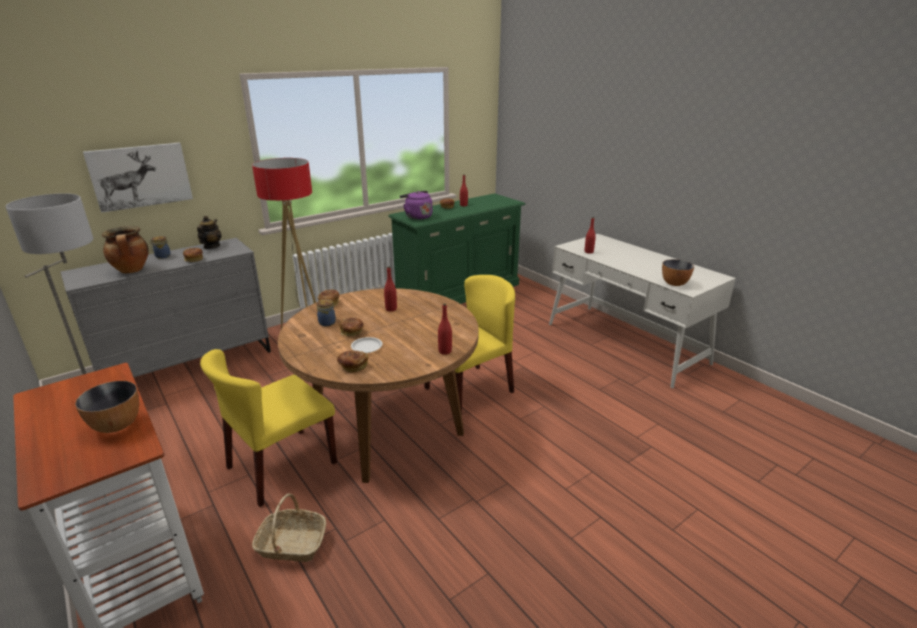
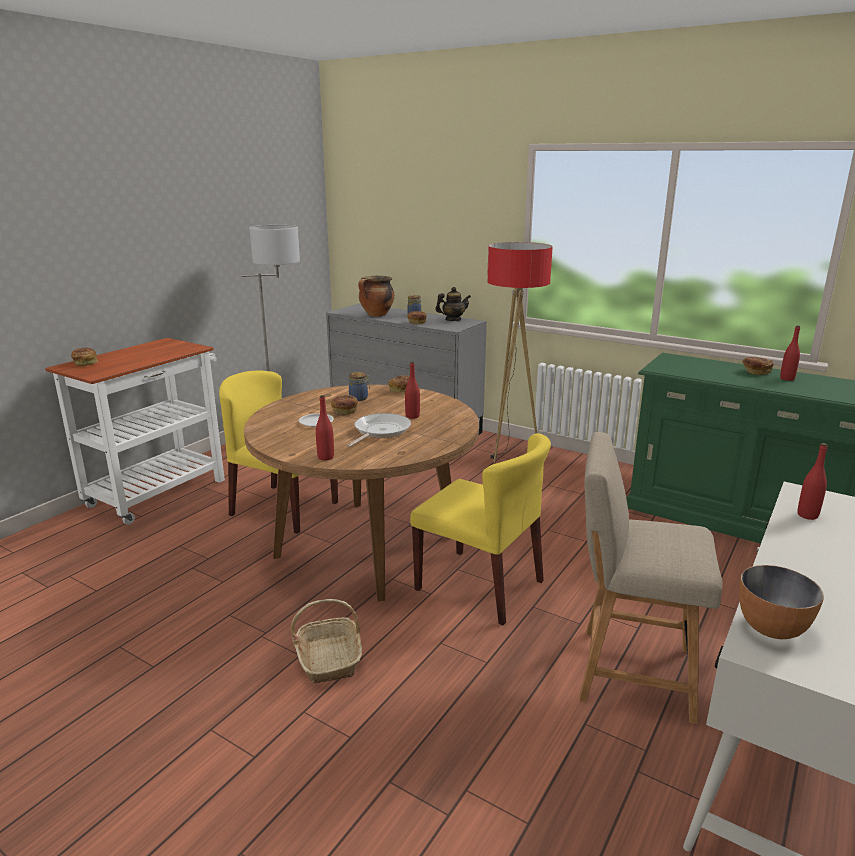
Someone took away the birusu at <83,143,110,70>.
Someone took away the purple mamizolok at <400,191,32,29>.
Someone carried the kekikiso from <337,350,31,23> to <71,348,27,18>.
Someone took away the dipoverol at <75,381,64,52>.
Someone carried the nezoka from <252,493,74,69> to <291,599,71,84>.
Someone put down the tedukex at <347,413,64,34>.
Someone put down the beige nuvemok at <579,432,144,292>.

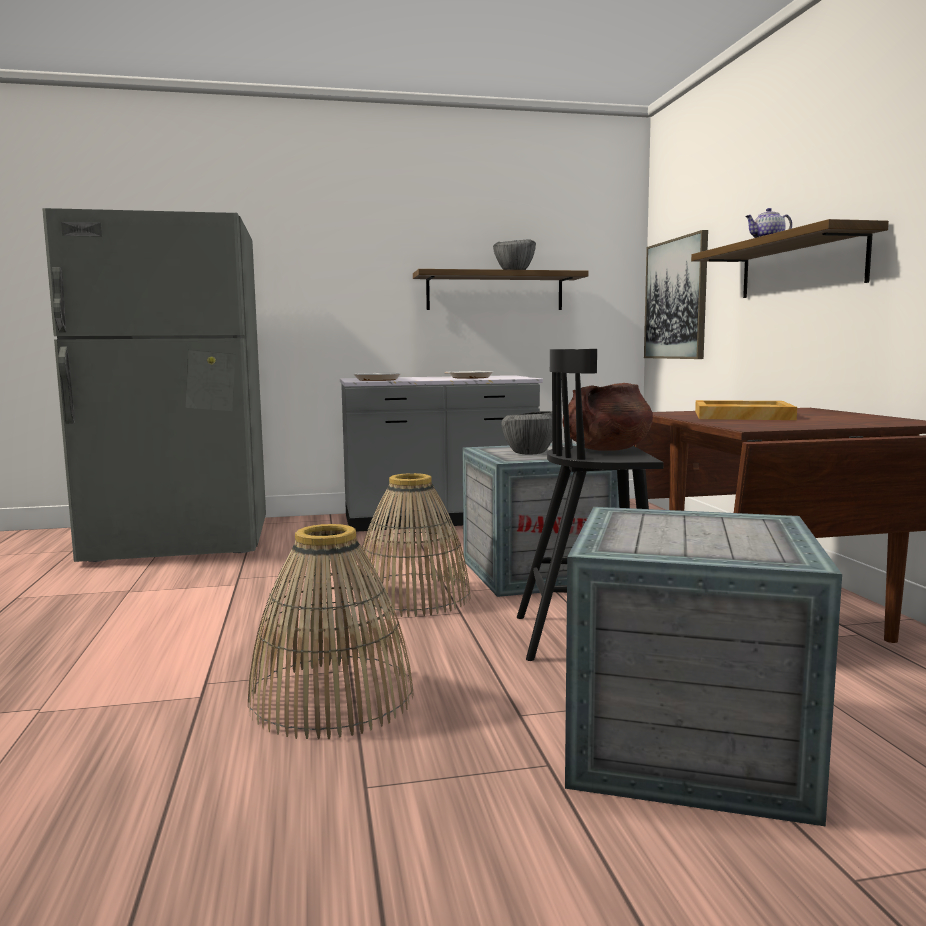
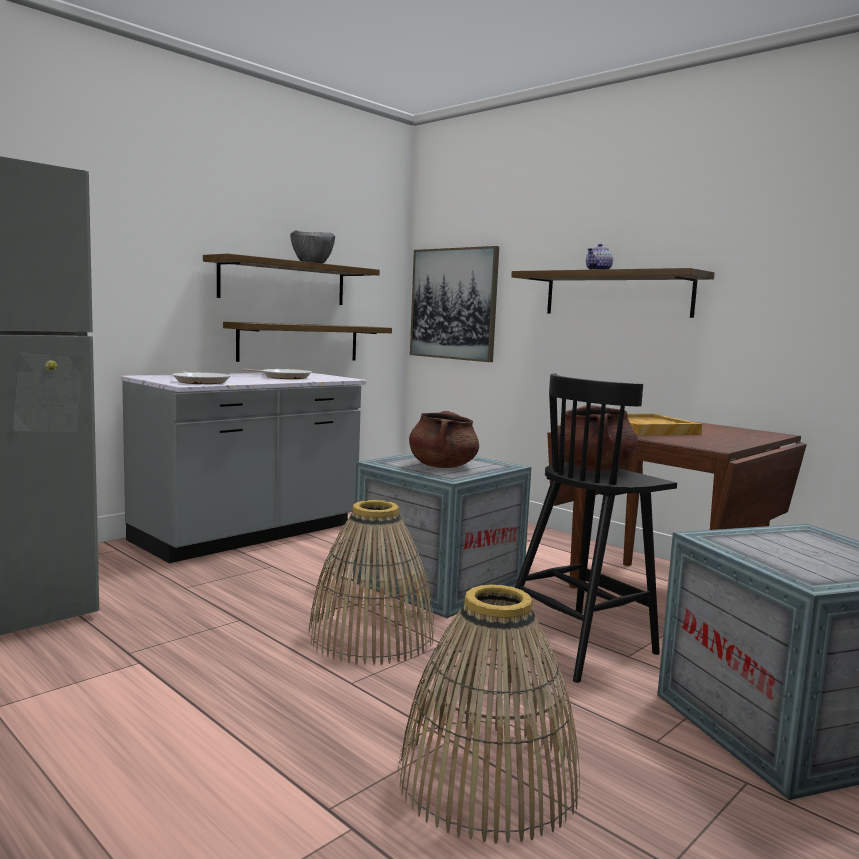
Someone swapped the dipoverol at <502,411,50,43> for the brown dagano at <409,411,70,57>.
Someone put up the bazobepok at <223,322,169,40>.

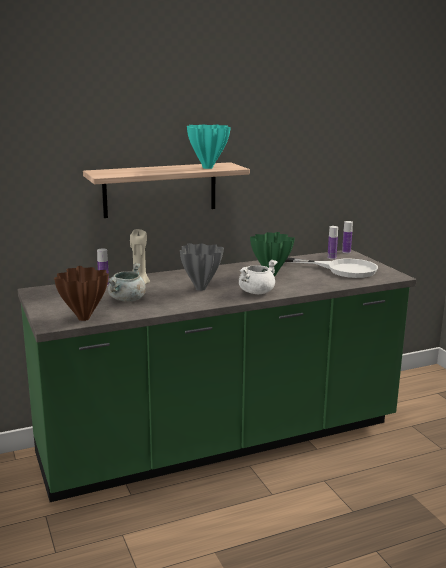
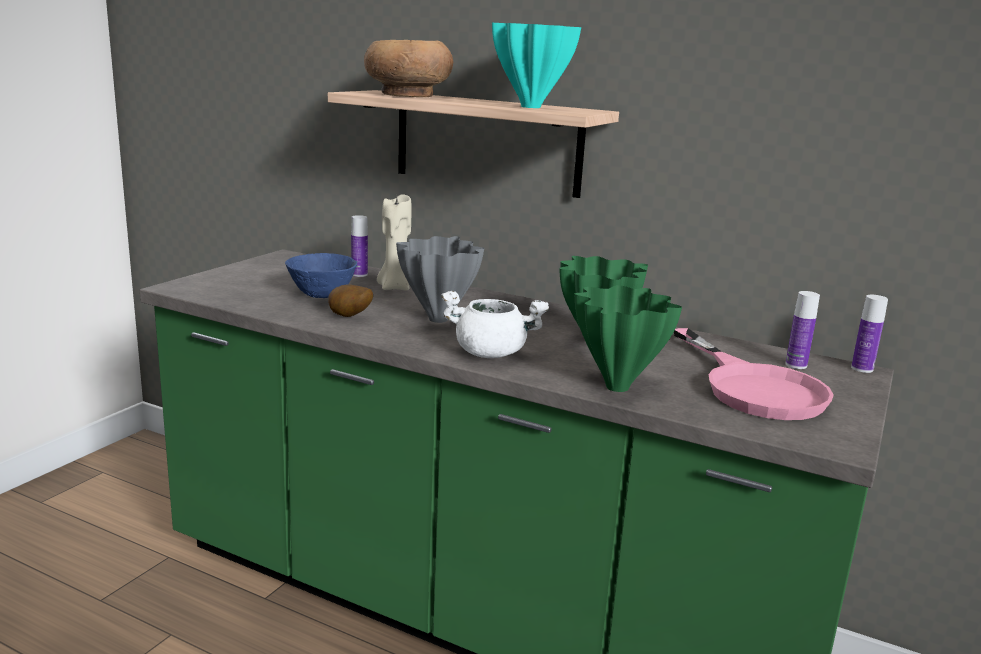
Someone repainted the white tedukex at <285,257,93,21>, which became the pink tedukex at <674,328,160,92>.
Someone swapped the grey dagano at <108,263,38,39> for the blue dipoverol at <285,253,72,45>.
Someone took away the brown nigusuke at <54,266,55,55>.
Someone put down the brown dipoverol at <364,40,89,57>.
Someone put down the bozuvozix at <328,284,45,33>.
Someone put down the green nigusuke at <575,285,107,107>.

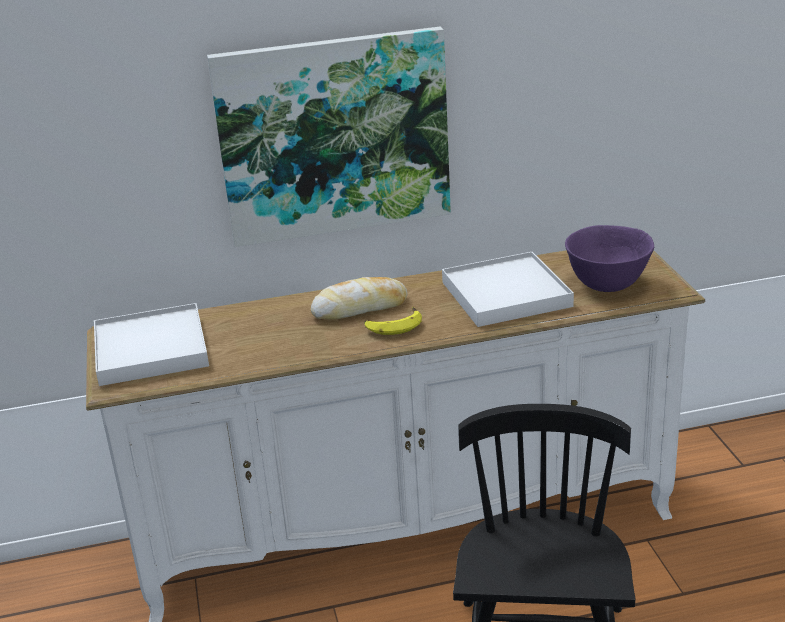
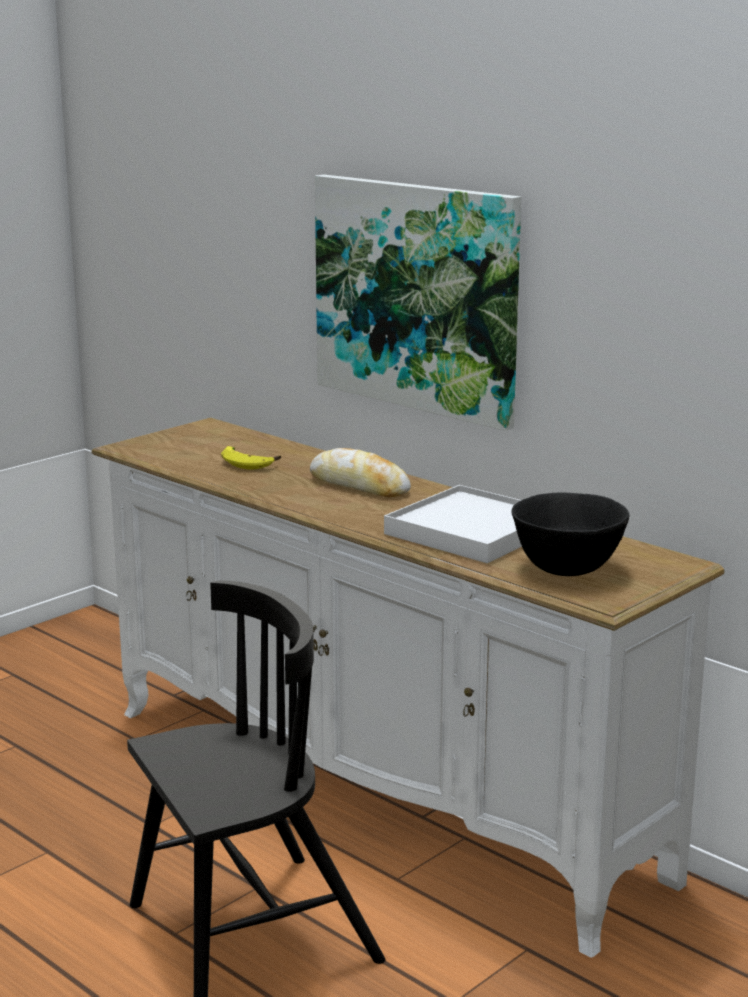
Someone repainted the purple dipoverol at <565,225,89,67>, which became the black dipoverol at <512,493,118,83>.
Someone took away the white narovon at <94,303,115,83>.
Someone carried the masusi from <365,307,57,28> to <221,446,60,24>.

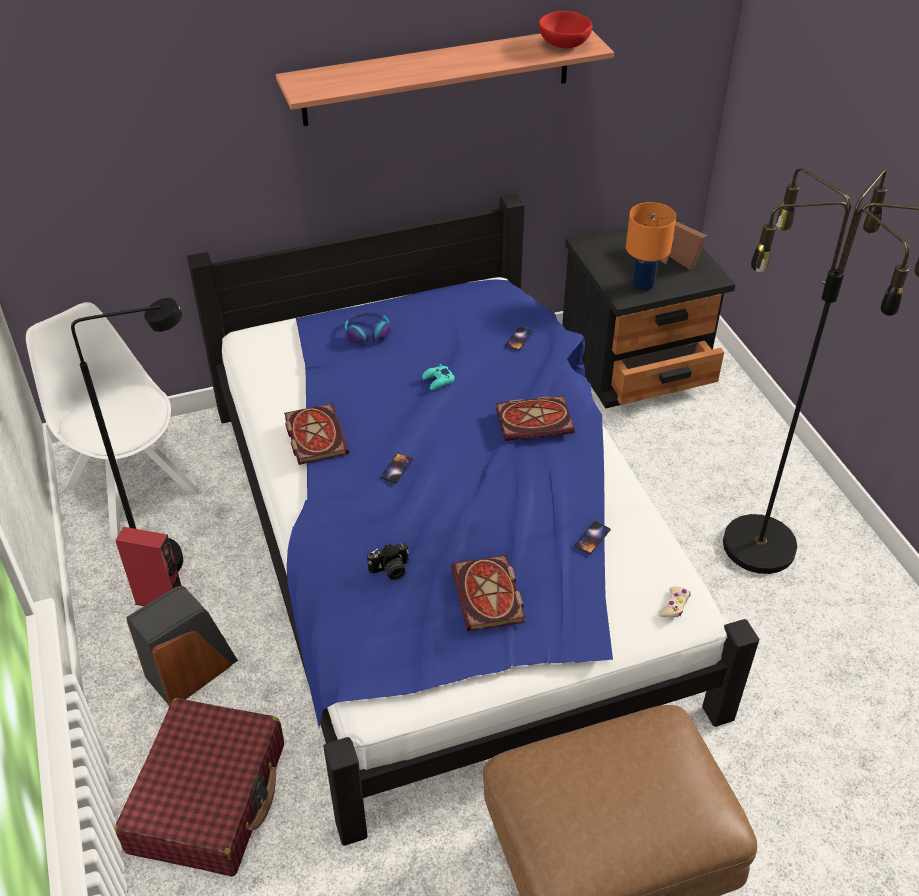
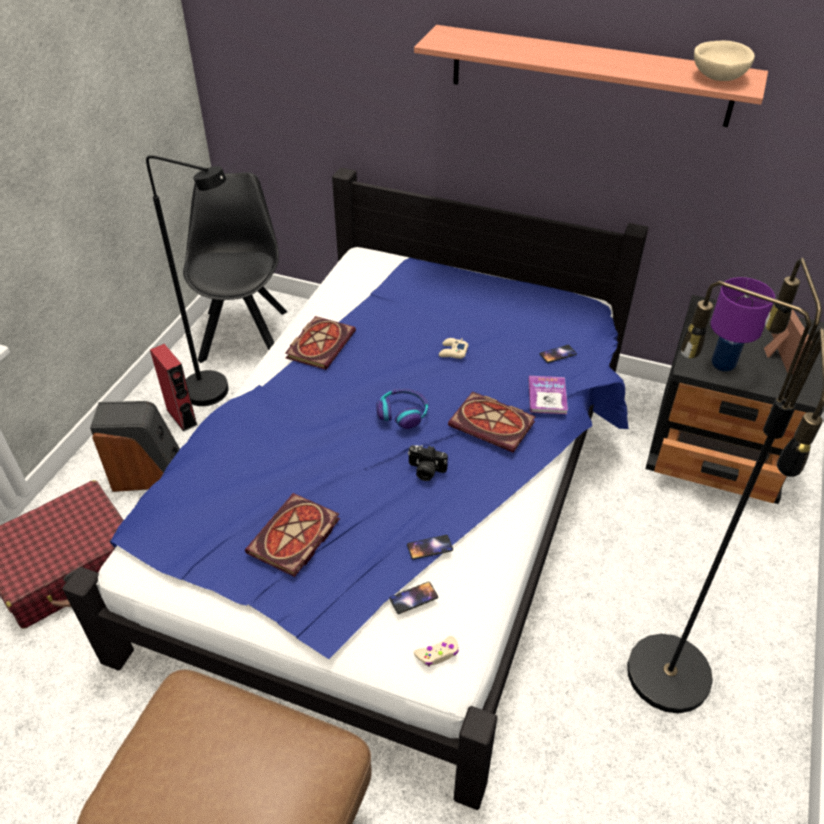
Someone repainted the red dipoverol at <538,11,54,38>, which became the beige dipoverol at <694,41,61,40>.
Someone repainted the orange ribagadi at <626,202,50,89>, which became the purple ribagadi at <710,277,65,95>.
Someone repainted the white nuvemok at <26,302,173,239>, which became the black nuvemok at <183,172,104,191>.
Someone carried the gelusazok from <345,311,46,33> to <376,388,53,41>.
Someone repainted the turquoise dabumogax at <422,364,33,26>, which became the beige dabumogax at <439,338,29,21>.
Someone carried the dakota from <380,453,33,30> to <389,582,49,32>.
Someone carried the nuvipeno from <367,543,42,37> to <408,445,40,36>.
Someone put down the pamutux at <528,376,40,38>.

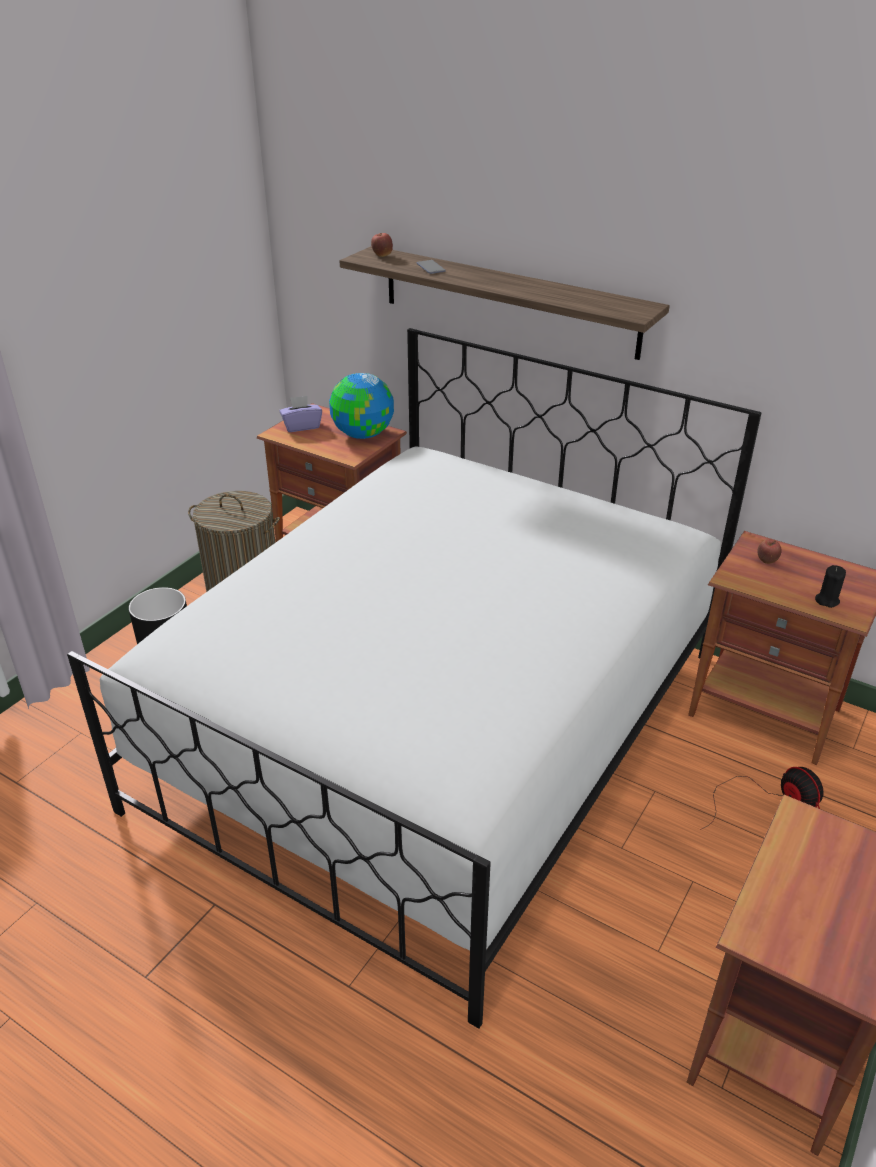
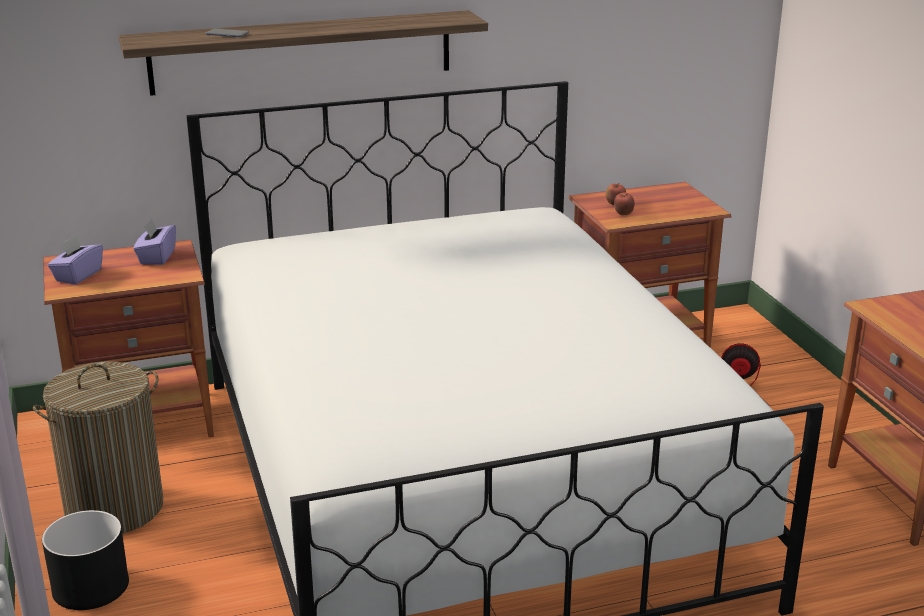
Someone carried the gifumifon from <371,233,22,24> to <614,192,21,23>.
Someone swapped the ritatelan at <329,373,65,66> for the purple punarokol at <133,218,43,47>.
Someone took away the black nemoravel at <815,565,31,43>.

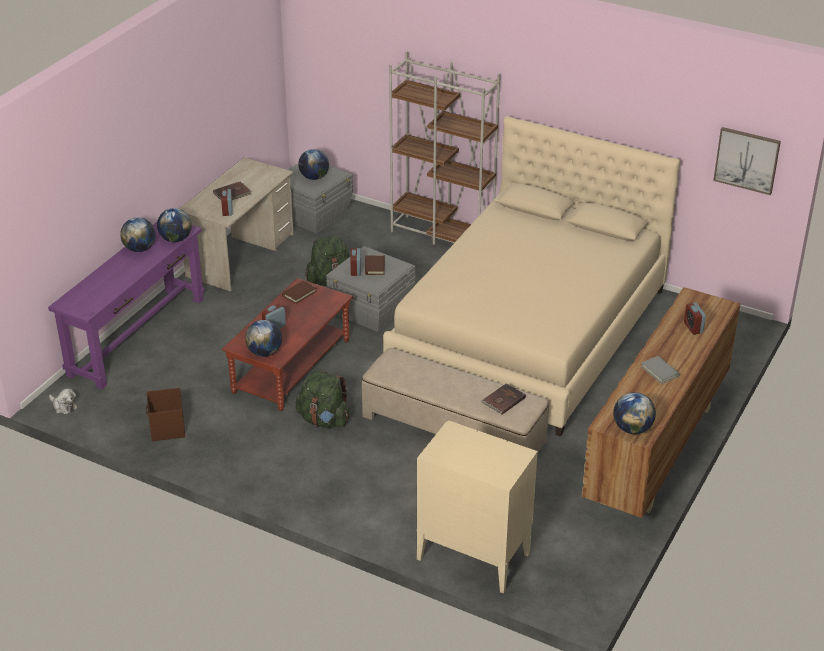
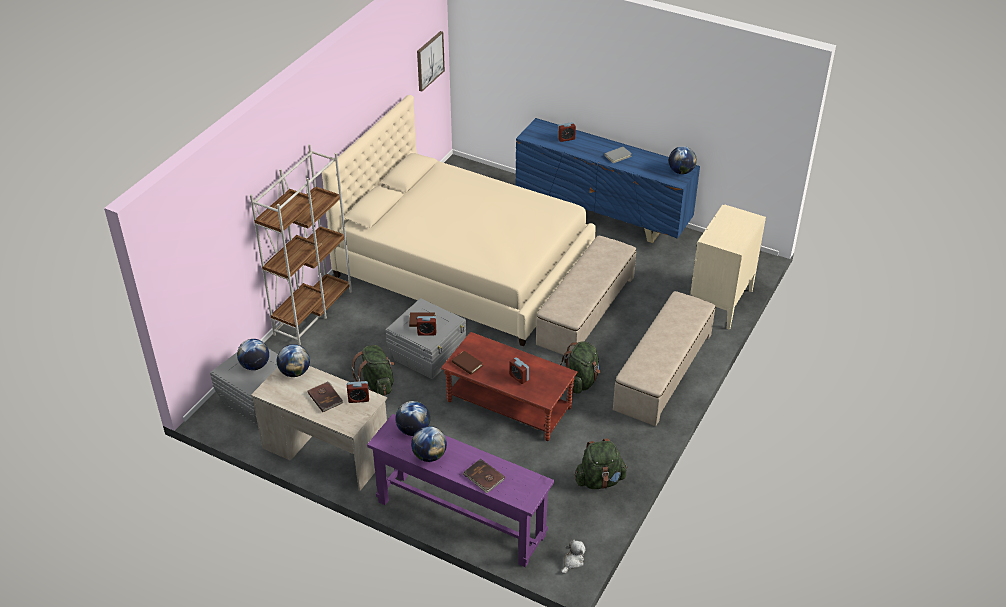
Someone repainted the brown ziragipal at <582,287,159,231>, which became the blue ziragipal at <516,118,184,125>.
Someone carried the ritatelan from <245,320,37,37> to <277,344,33,33>.
Someone carried the brown pamutux from <481,384,45,31> to <463,459,42,34>.
Someone swapped the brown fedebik at <146,388,39,53> for the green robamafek at <575,438,53,51>.
Someone put down the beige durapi at <613,291,102,135>.

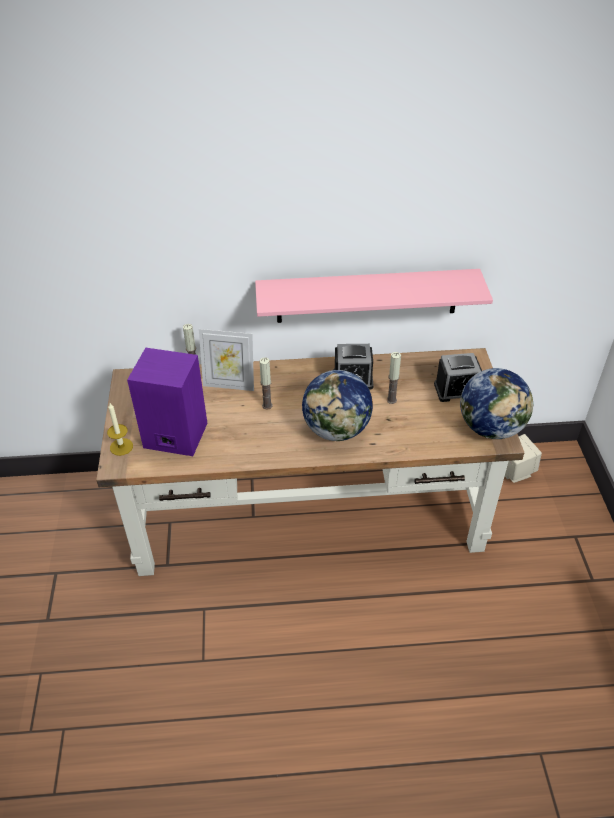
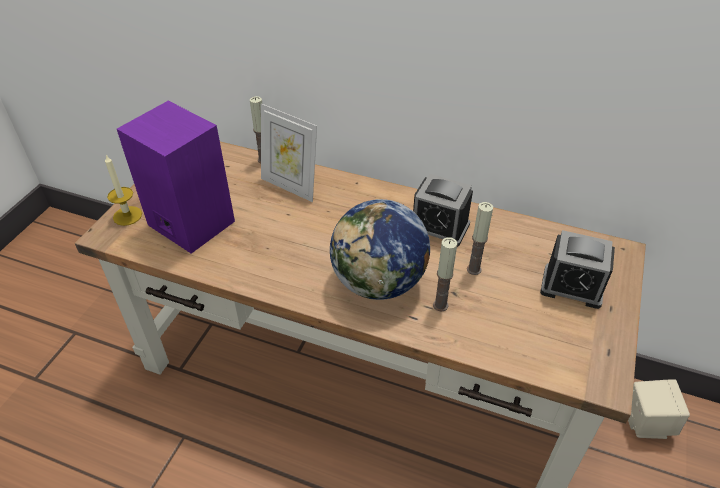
Someone took away the pink bazobepok at <255,269,238,54>.
Someone carried the nemoravel from <259,357,14,52> to <433,237,24,75>.
Someone took away the ritatelan at <460,368,74,71>.

